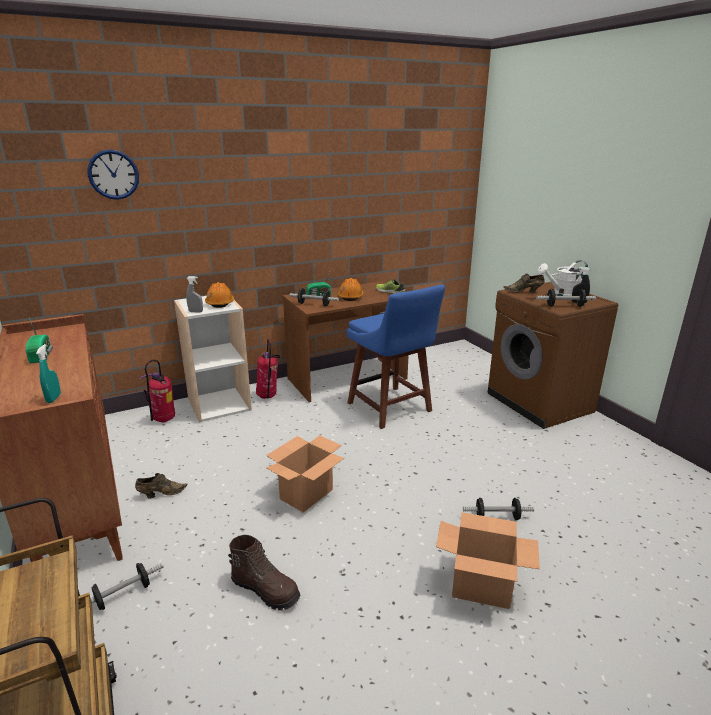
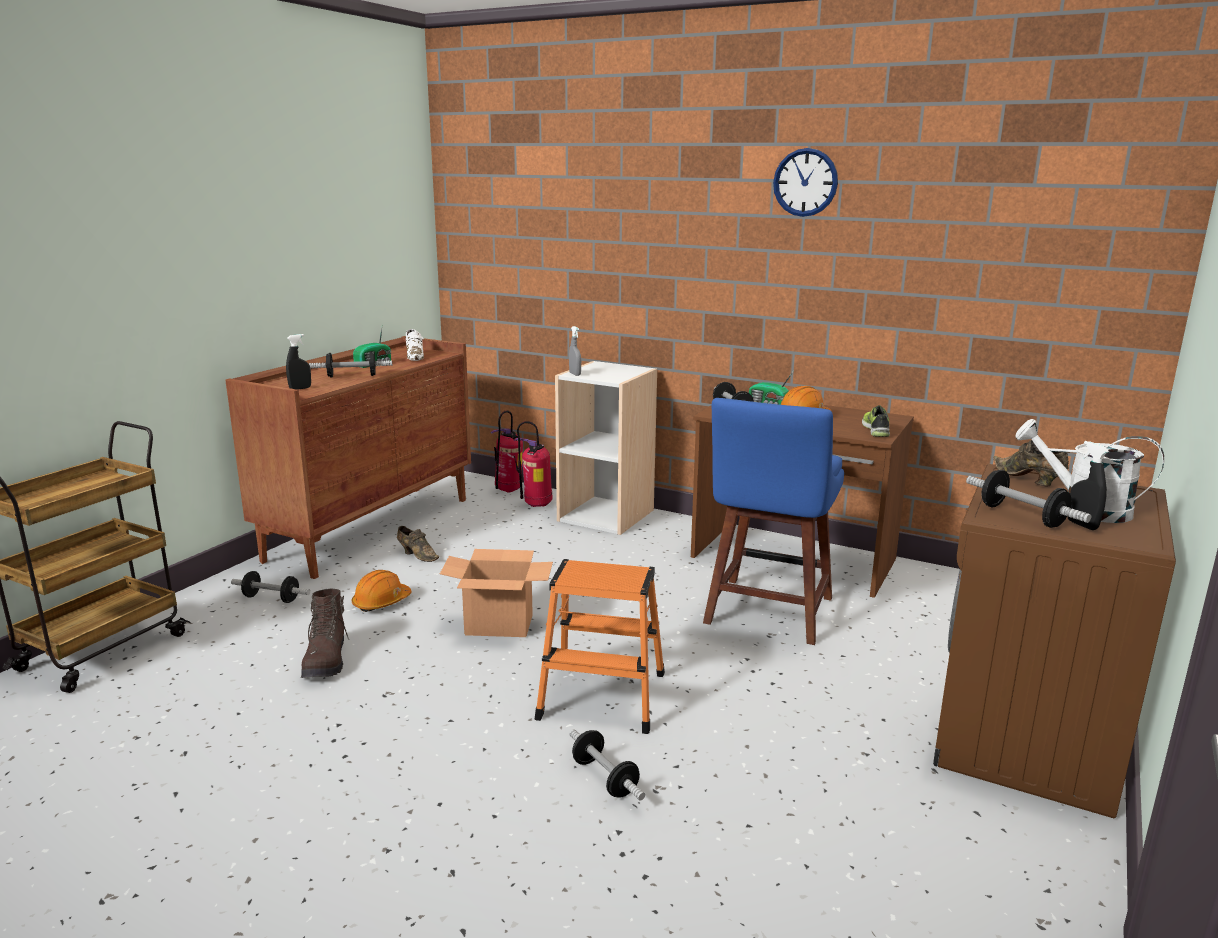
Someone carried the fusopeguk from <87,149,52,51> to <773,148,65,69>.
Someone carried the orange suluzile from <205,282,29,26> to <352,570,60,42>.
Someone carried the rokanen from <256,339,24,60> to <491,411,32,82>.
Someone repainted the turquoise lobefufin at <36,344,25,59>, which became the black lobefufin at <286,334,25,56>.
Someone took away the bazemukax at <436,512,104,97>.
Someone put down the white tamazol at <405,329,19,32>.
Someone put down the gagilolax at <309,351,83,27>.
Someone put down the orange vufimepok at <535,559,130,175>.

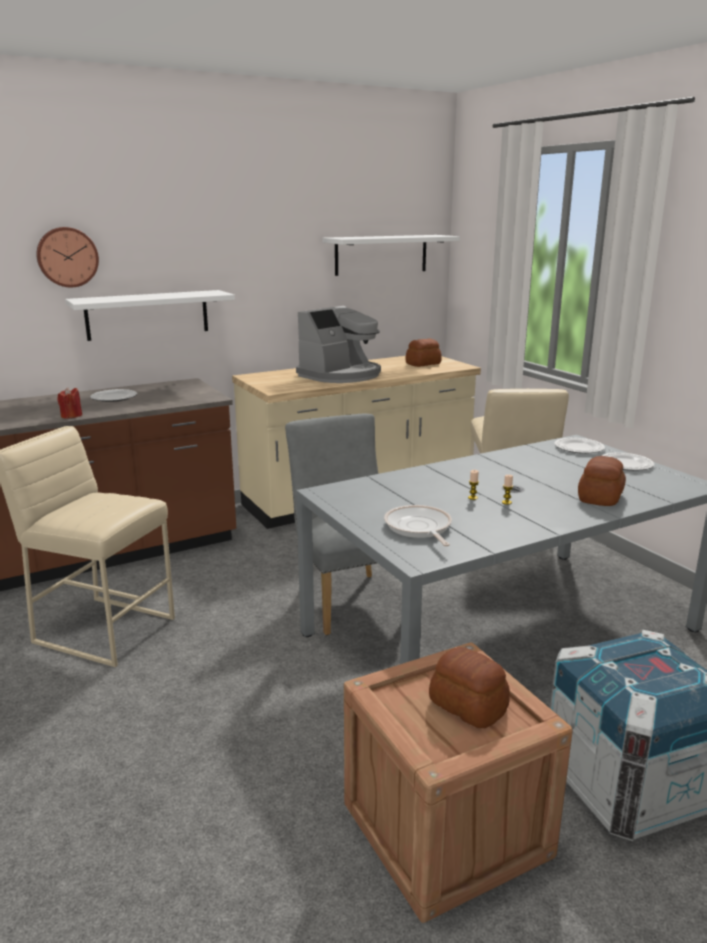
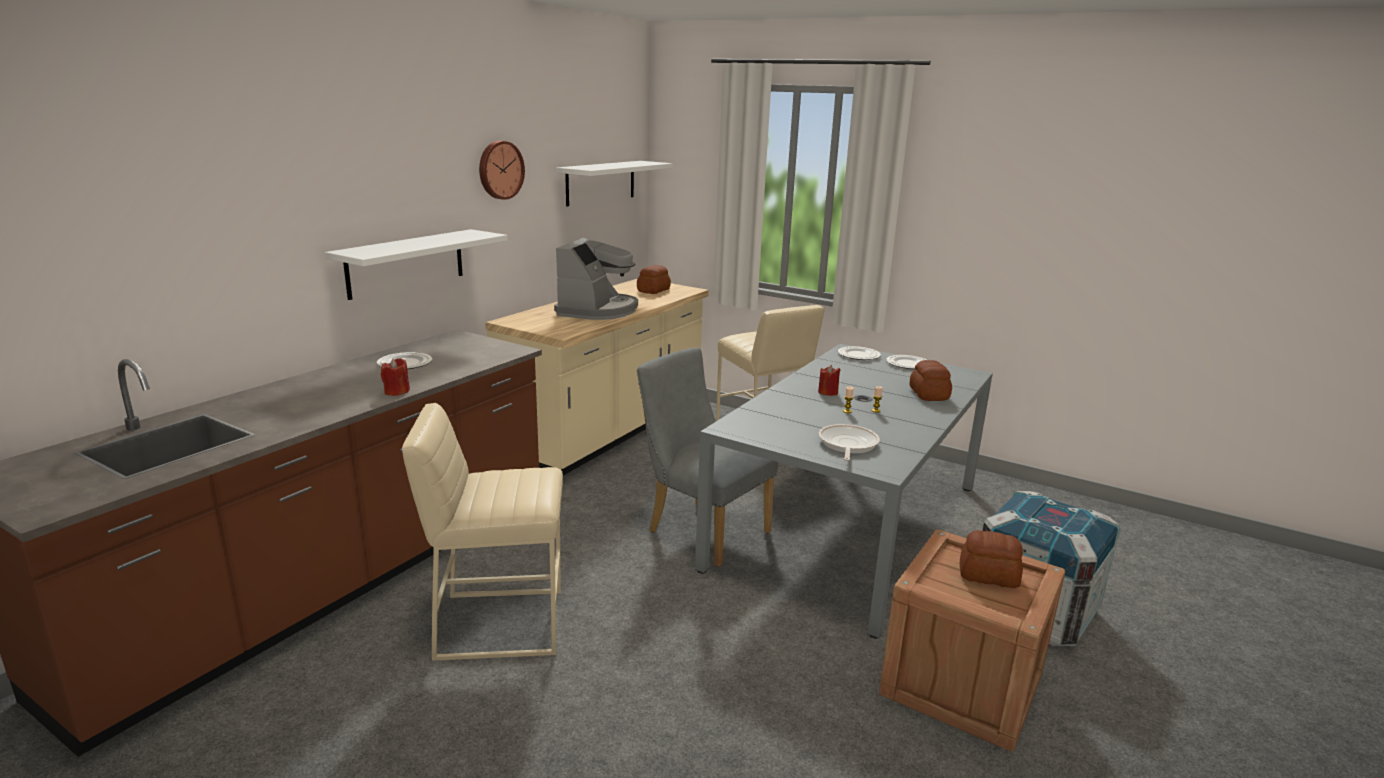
Someone carried the fusopeguk from <36,227,63,60> to <479,141,46,59>.
Someone rotated the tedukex at <384,505,68,41> by 60 degrees clockwise.
Someone put down the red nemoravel at <818,365,22,31>.

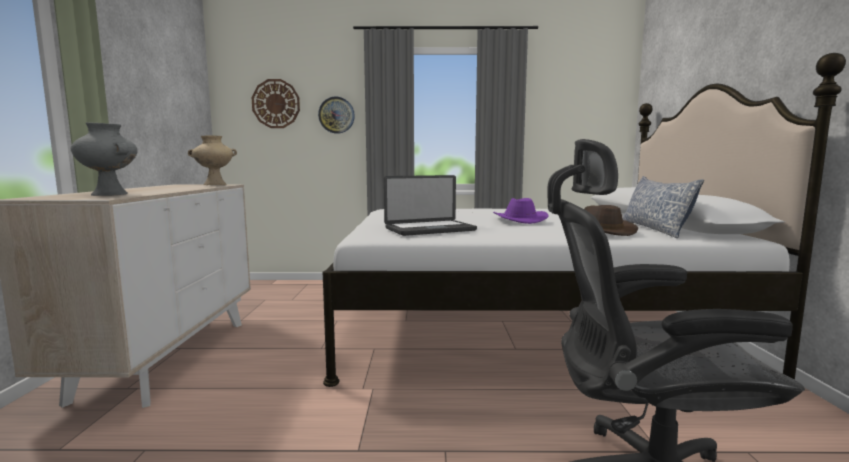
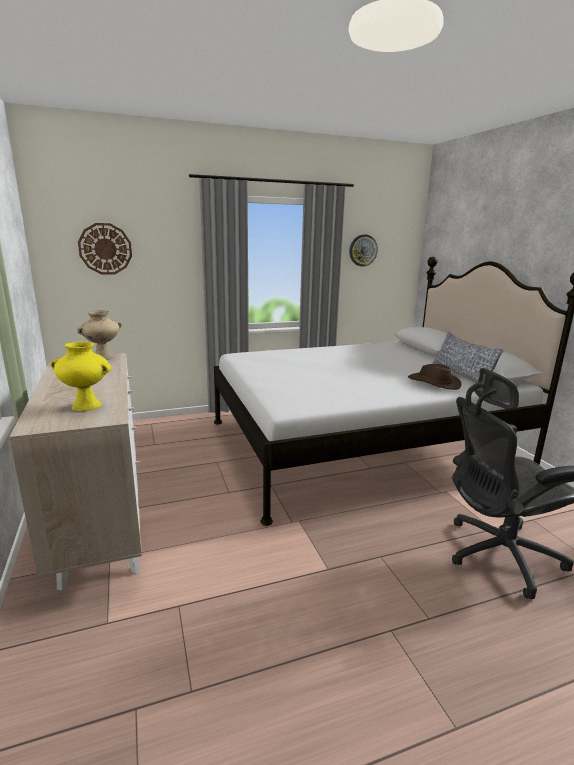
Someone carried the fusopeguk from <318,97,37,37> to <349,234,29,32>.
Someone repainted the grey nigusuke at <71,122,67,74>, which became the yellow nigusuke at <50,341,61,70>.
Someone took away the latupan at <384,175,93,61>.
Someone took away the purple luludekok at <493,198,56,26>.

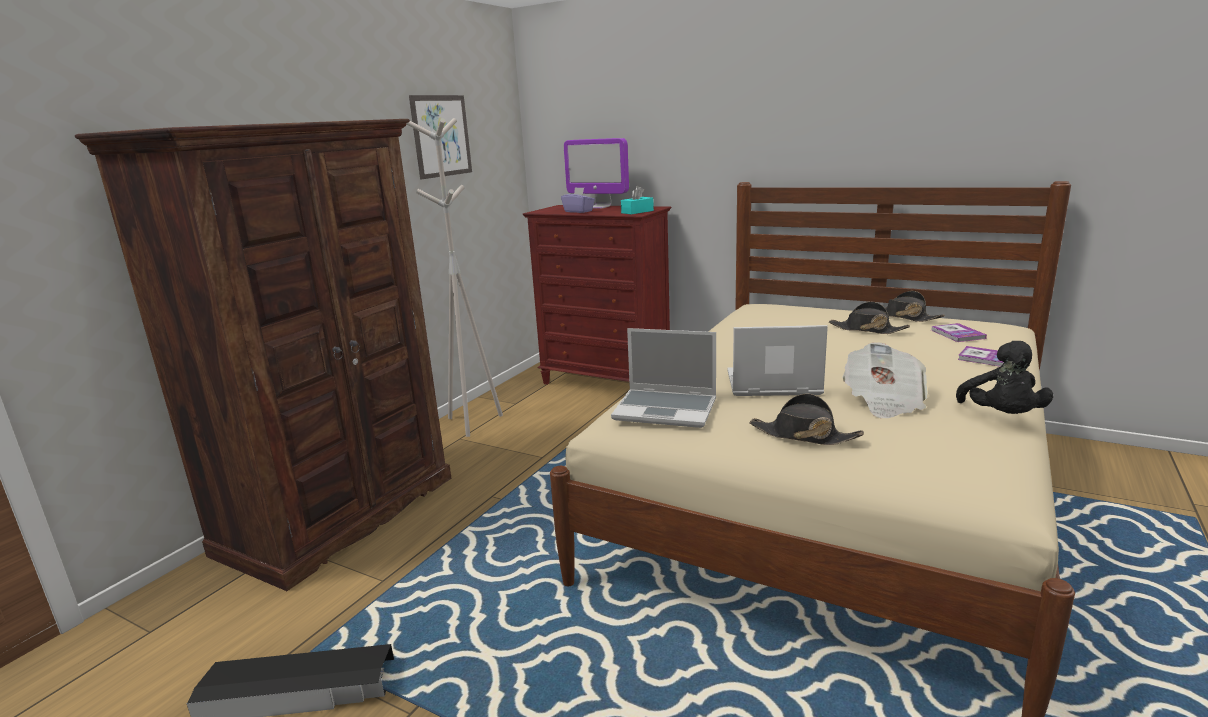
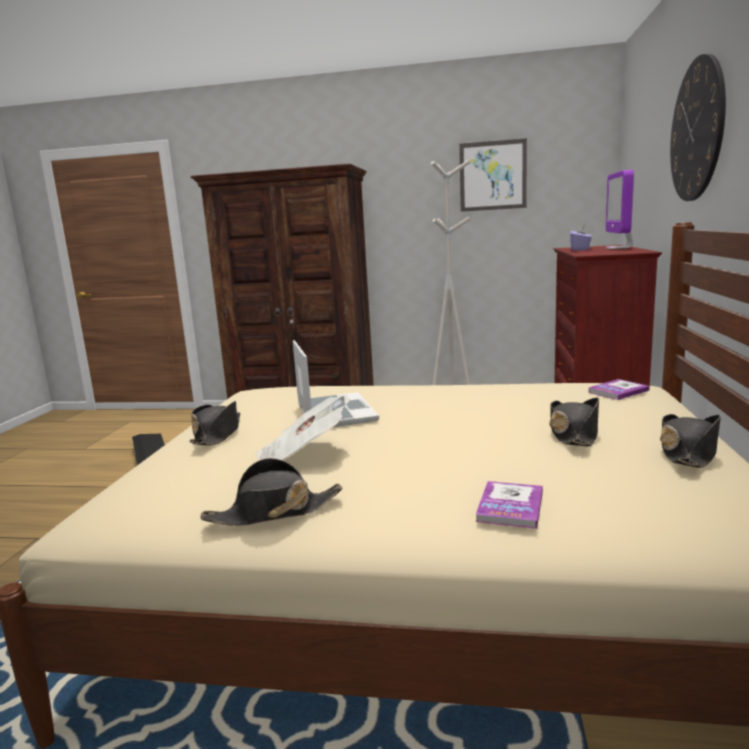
Someone took away the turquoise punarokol at <621,186,33,28>.
Someone carried the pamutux from <931,323,56,19> to <588,379,62,21>.
Someone took away the latupan at <611,328,105,100>.
Someone swapped the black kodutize at <956,341,97,73> for the black luludekok at <200,458,143,68>.
Someone put up the fusopeguk at <670,54,56,147>.

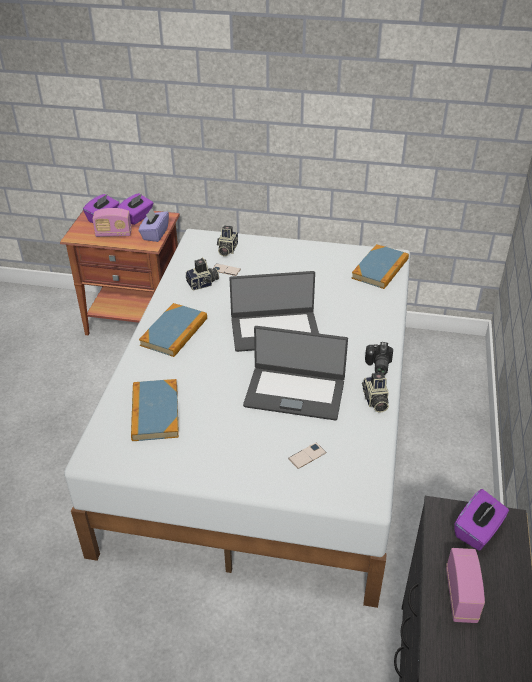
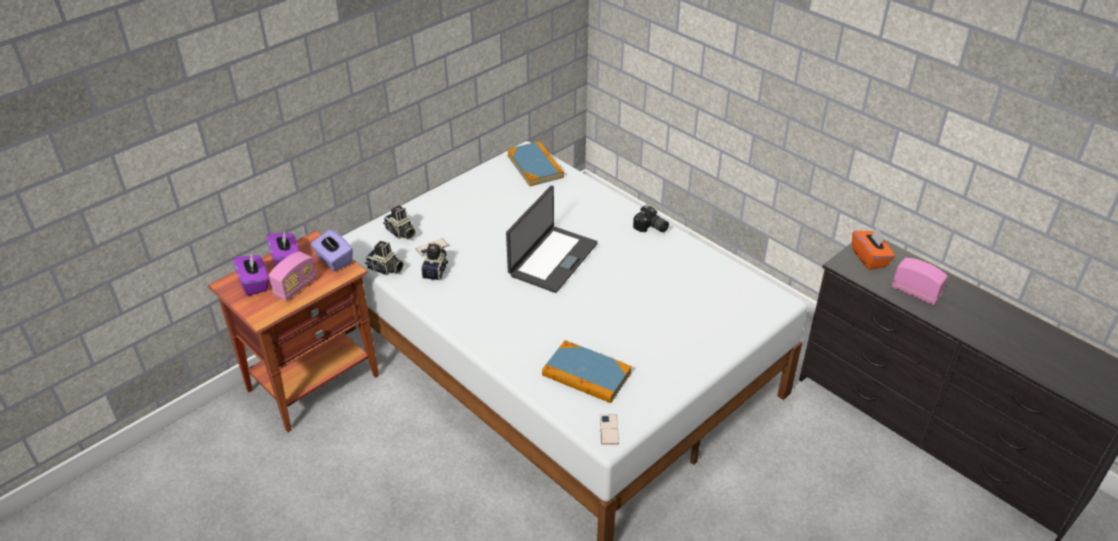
Someone took away the pamutux at <139,303,68,54>.
Someone took away the latupan at <243,326,105,94>.
Someone carried the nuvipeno from <362,372,27,41> to <365,241,39,35>.
Someone carried the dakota from <288,442,38,27> to <600,415,19,29>.
Someone repainted the purple punarokol at <455,489,54,61>, which became the orange punarokol at <852,228,43,42>.

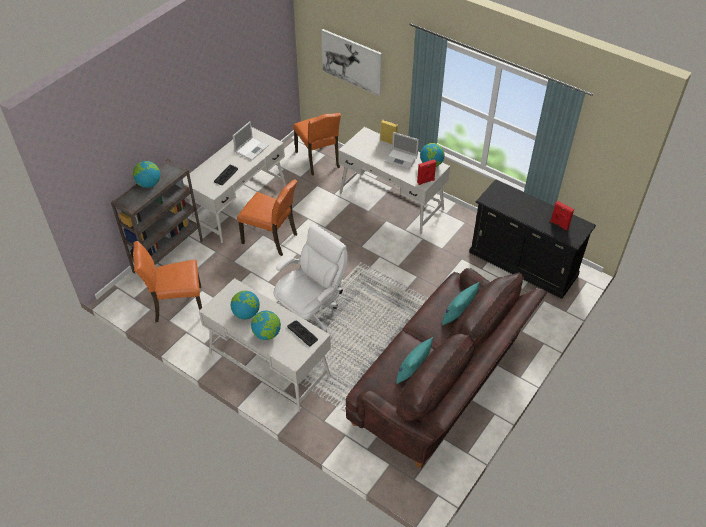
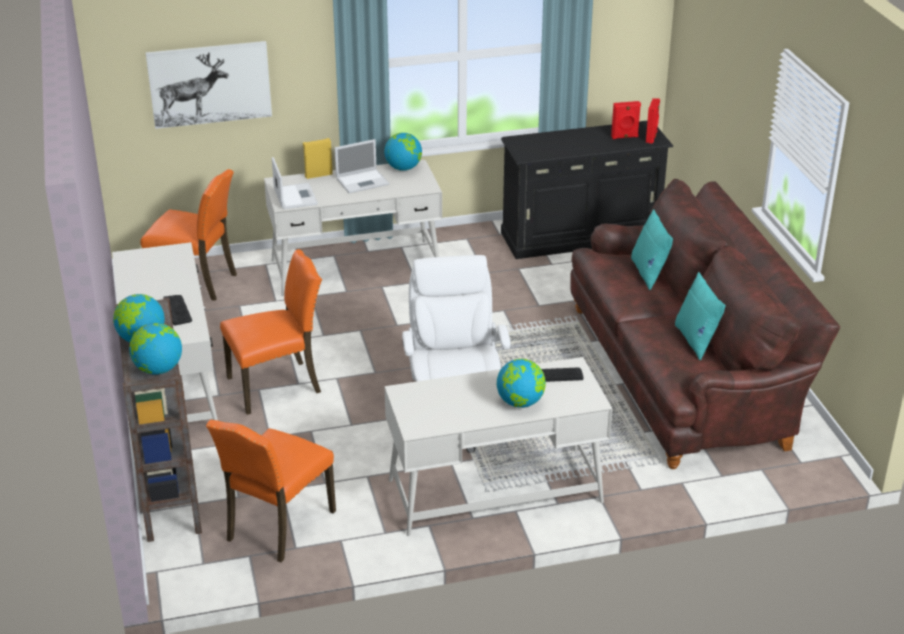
Someone carried the latupan from <233,121,36,39> to <272,157,46,52>.
Someone carried the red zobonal from <417,160,19,25> to <646,98,14,46>.
Someone carried the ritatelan from <231,291,29,28> to <129,323,53,52>.

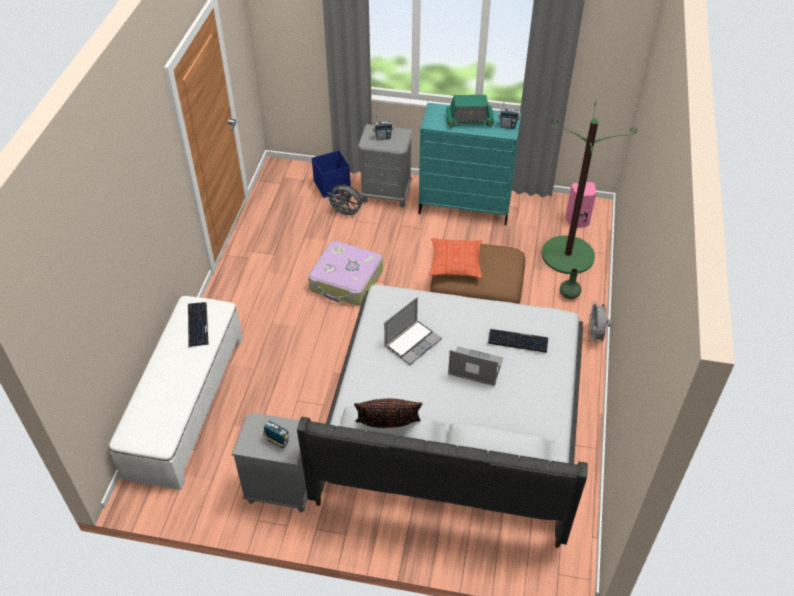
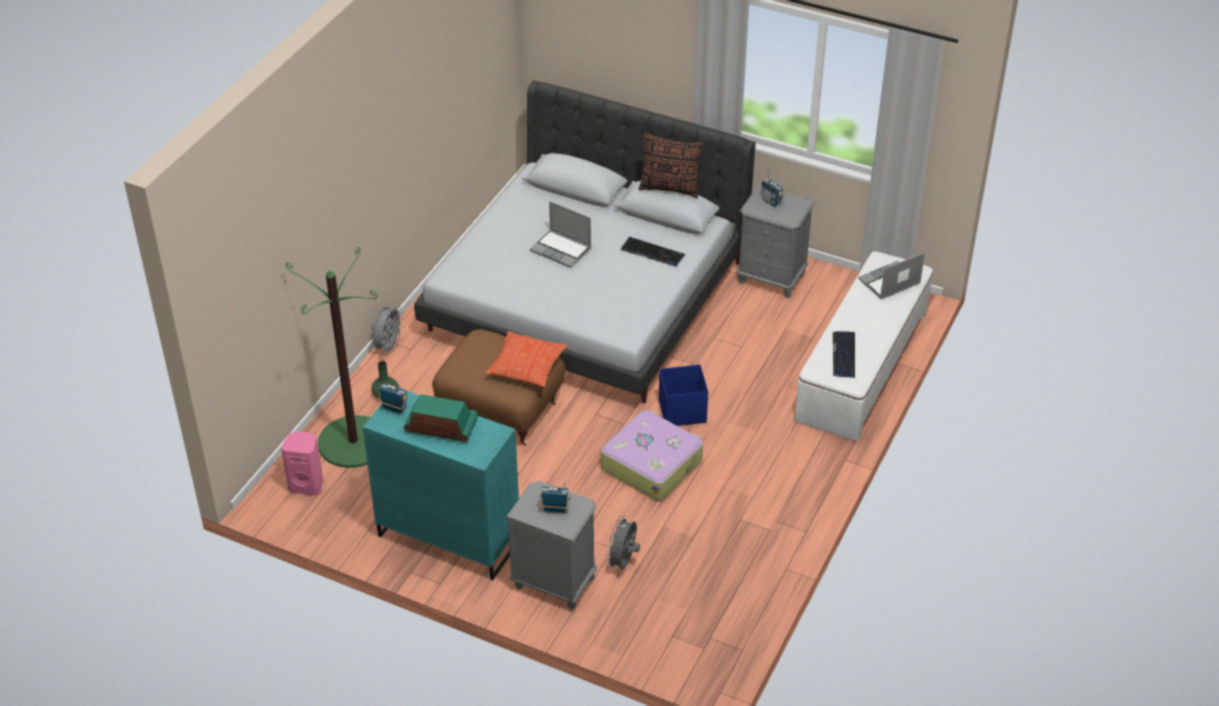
Someone carried the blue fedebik from <312,150,39,48> to <659,364,49,62>.
Someone rotated the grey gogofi at <326,184,36,34> by 105 degrees counterclockwise.
Someone carried the latupan from <384,297,58,68> to <858,252,67,47>.
Someone carried the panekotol from <488,329,60,24> to <620,237,65,30>.

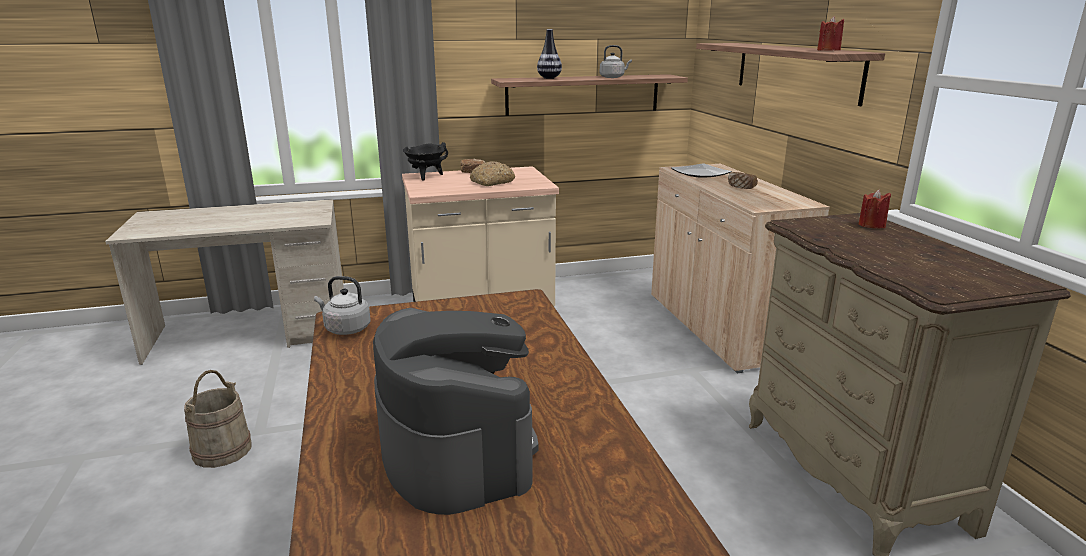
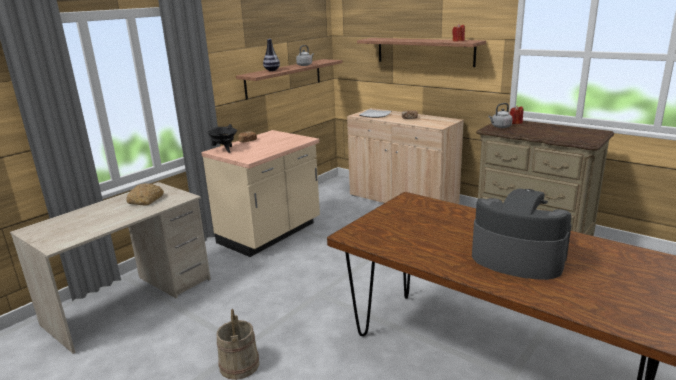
Someone carried the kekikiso from <470,161,45,25> to <126,183,38,22>.
Someone carried the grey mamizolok from <314,276,56,59> to <488,103,25,25>.

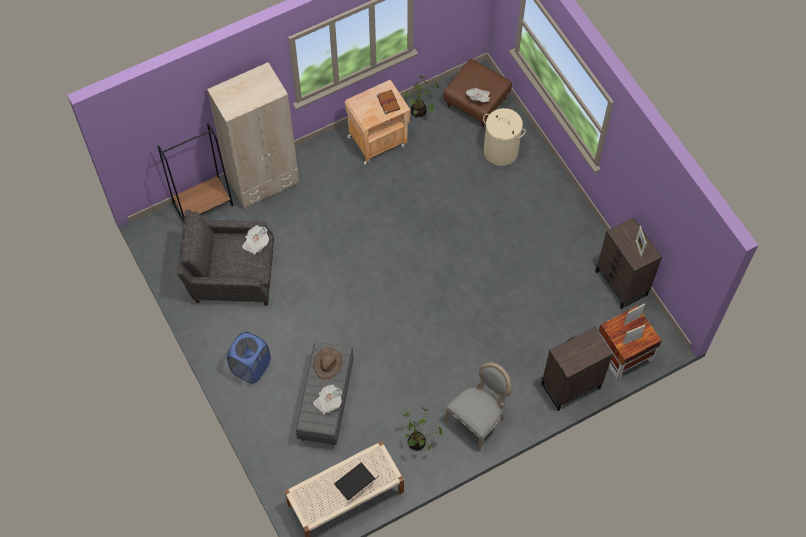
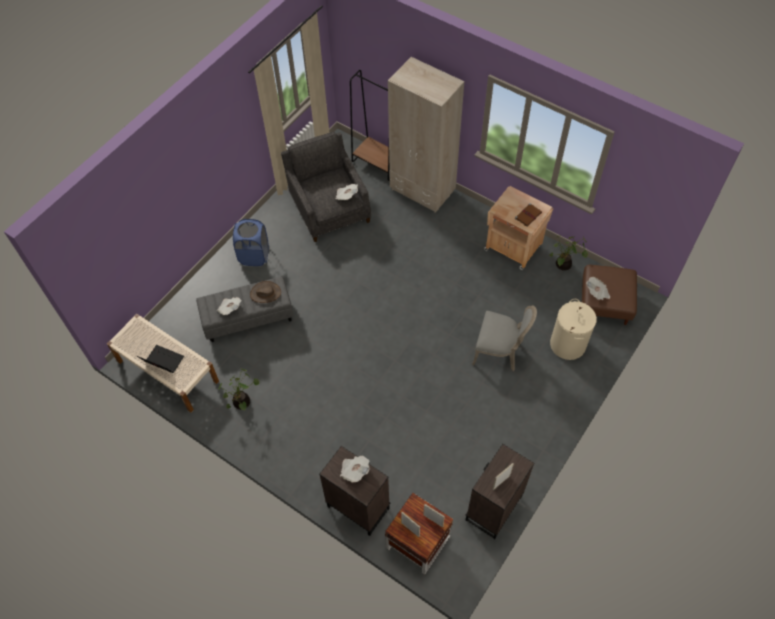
Someone carried the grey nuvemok from <444,362,67,90> to <472,306,65,65>.
Someone put down the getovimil at <340,455,30,27>.

